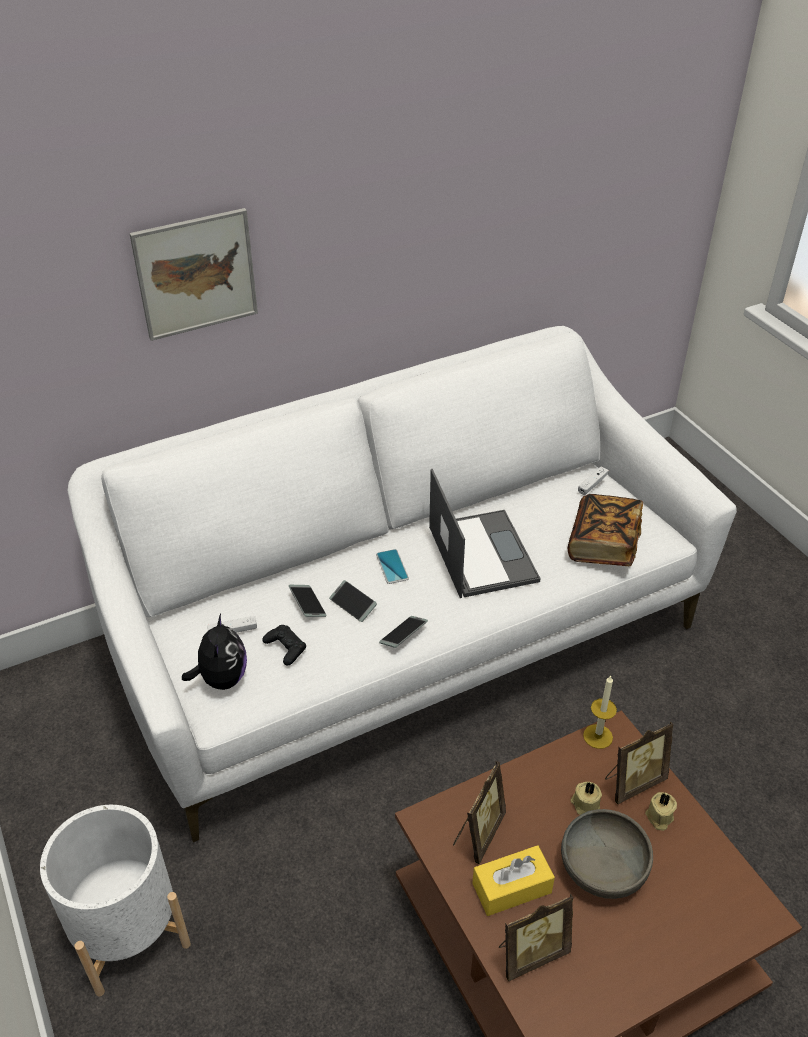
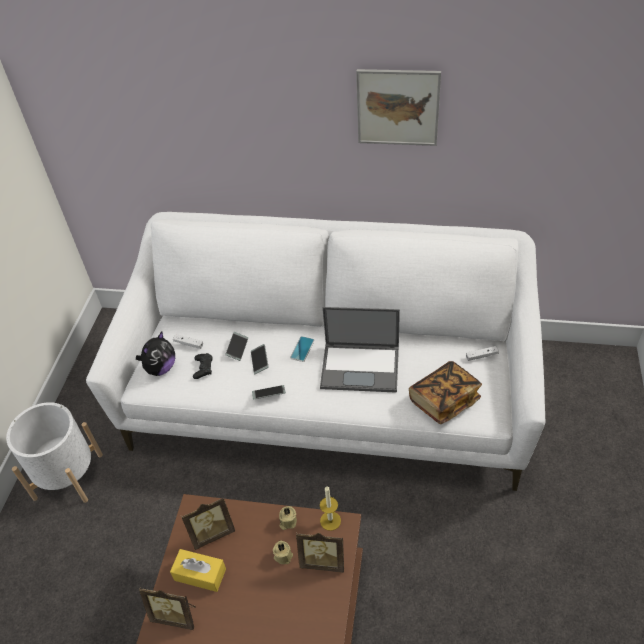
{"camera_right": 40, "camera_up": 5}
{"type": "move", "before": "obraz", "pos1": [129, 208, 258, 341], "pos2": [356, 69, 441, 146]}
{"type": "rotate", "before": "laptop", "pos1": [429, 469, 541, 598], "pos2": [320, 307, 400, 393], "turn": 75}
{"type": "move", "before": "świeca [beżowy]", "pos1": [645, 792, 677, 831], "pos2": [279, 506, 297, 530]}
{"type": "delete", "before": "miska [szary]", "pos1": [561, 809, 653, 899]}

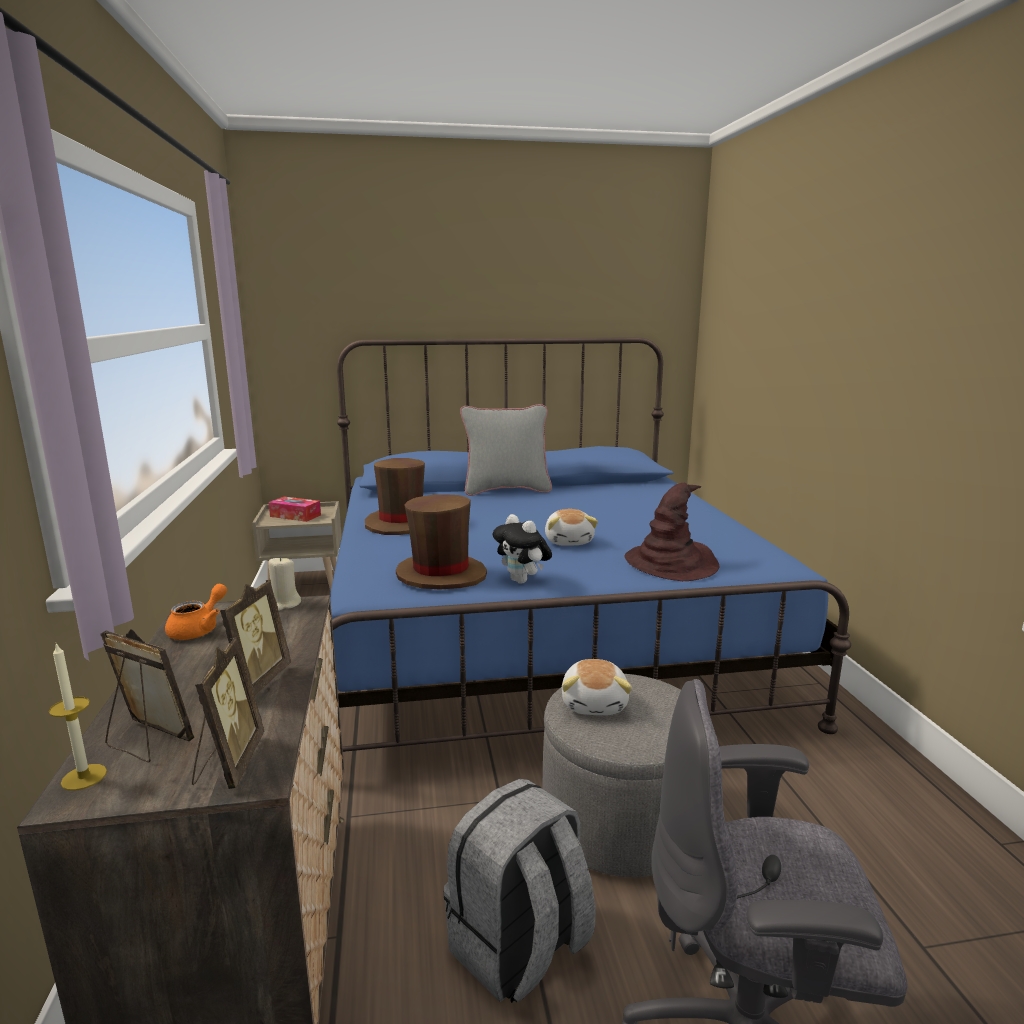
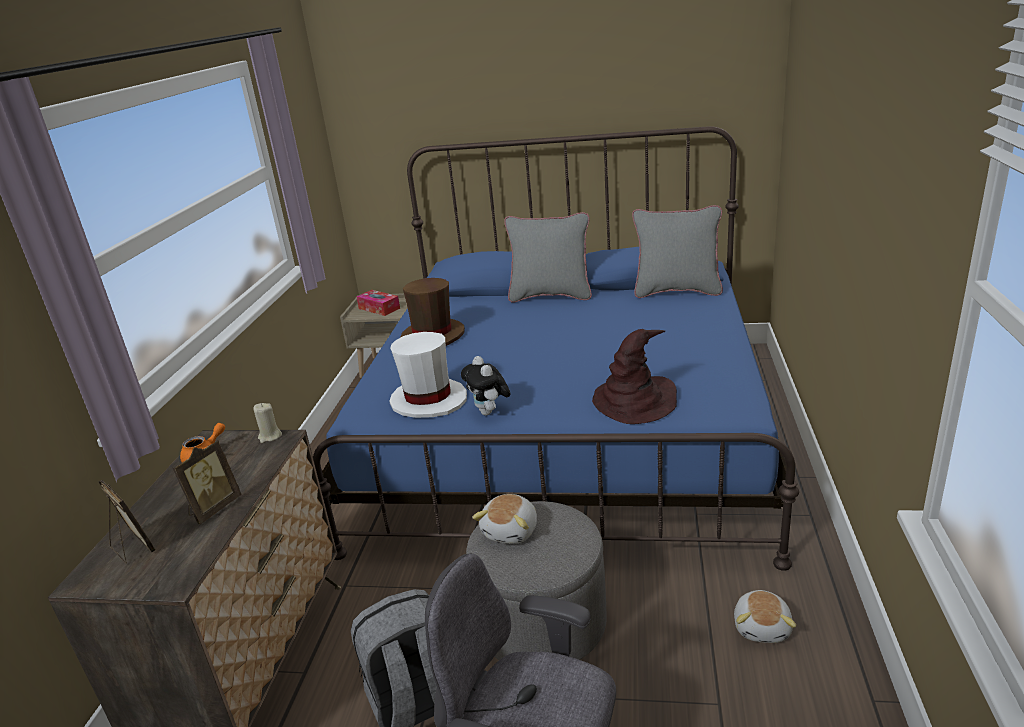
{"camera_right": 20, "camera_up": 10}
{"type": "recolor", "before": "kapelusz [brązowy]", "after": "kapelusz [biały]", "pos1": [396, 494, 487, 590], "pos2": [389, 332, 467, 418]}
{"type": "move", "before": "pluszak", "pos1": [545, 509, 598, 546], "pos2": [734, 590, 796, 643]}
{"type": "delete", "before": "ramka na zdjęcie", "pos1": [192, 637, 264, 789]}
{"type": "delete", "before": "świeca", "pos1": [49, 643, 107, 791]}
{"type": "insert", "after": "poduszka [szary]", "pos2": [632, 205, 723, 298]}

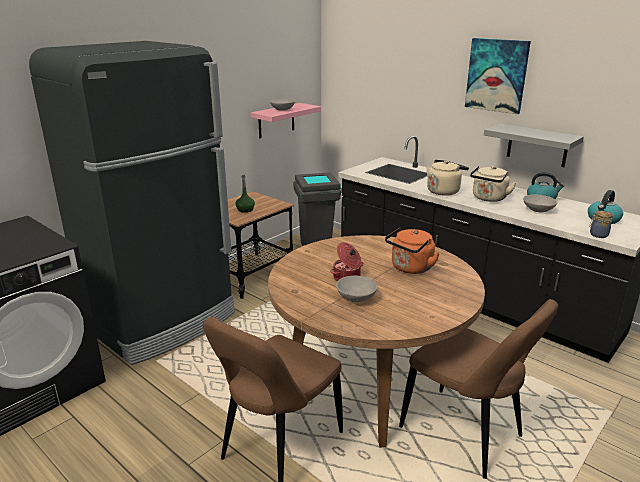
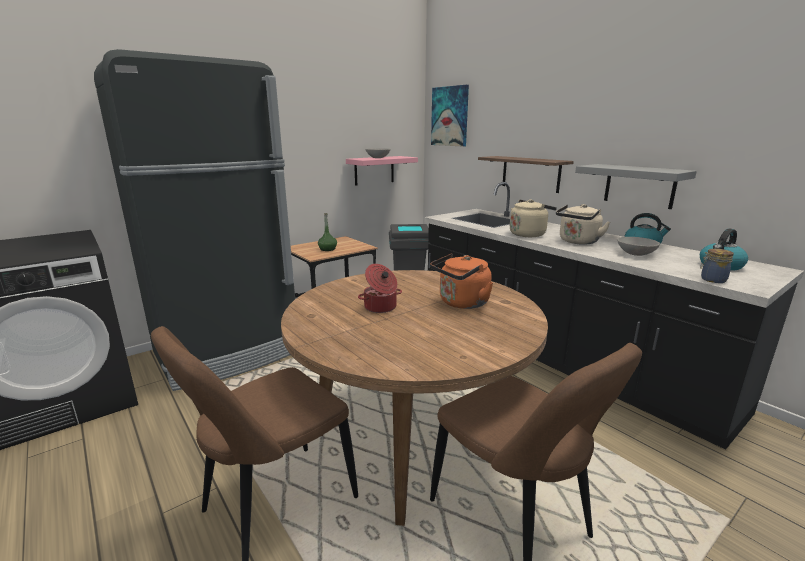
{"camera_right": 10, "camera_up": -5}
{"type": "move", "before": "obraz", "pos1": [465, 38, 531, 114], "pos2": [431, 85, 469, 146]}
{"type": "delete", "before": "miska [szary]", "pos1": [336, 276, 378, 302]}
{"type": "insert", "after": "półka", "pos2": [478, 156, 574, 193]}

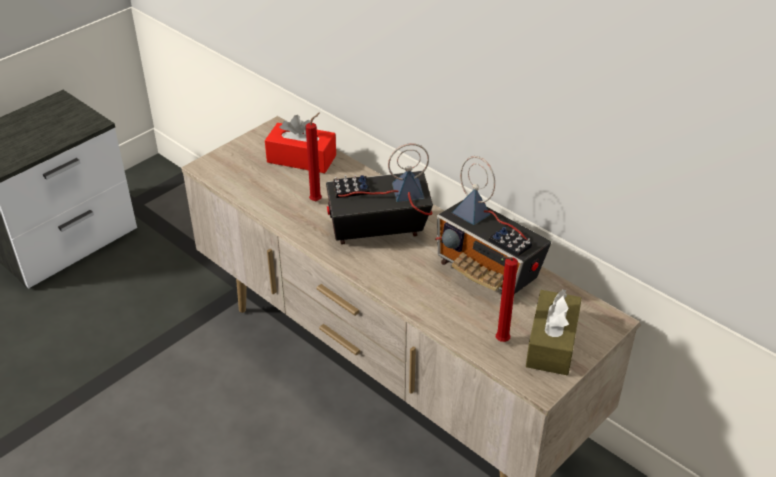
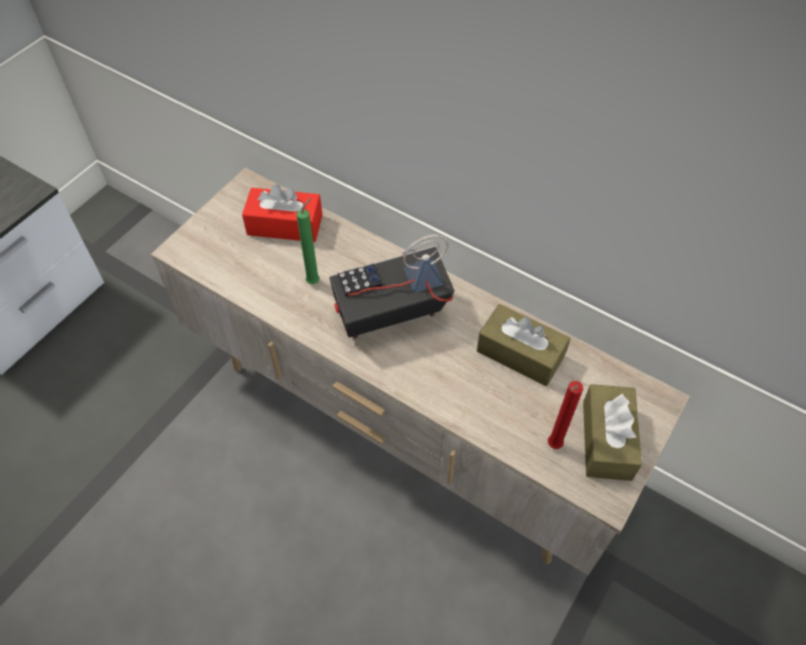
{"camera_right": -10, "camera_up": 15}
{"type": "recolor", "before": "świeca [czerwony]", "after": "świeca [zielony]", "pos1": [306, 113, 322, 201], "pos2": [297, 198, 320, 284]}
{"type": "replace", "before": "radio", "after": "pudełko chusteczek [brązowy]", "pos1": [435, 156, 551, 294], "pos2": [477, 304, 570, 386]}

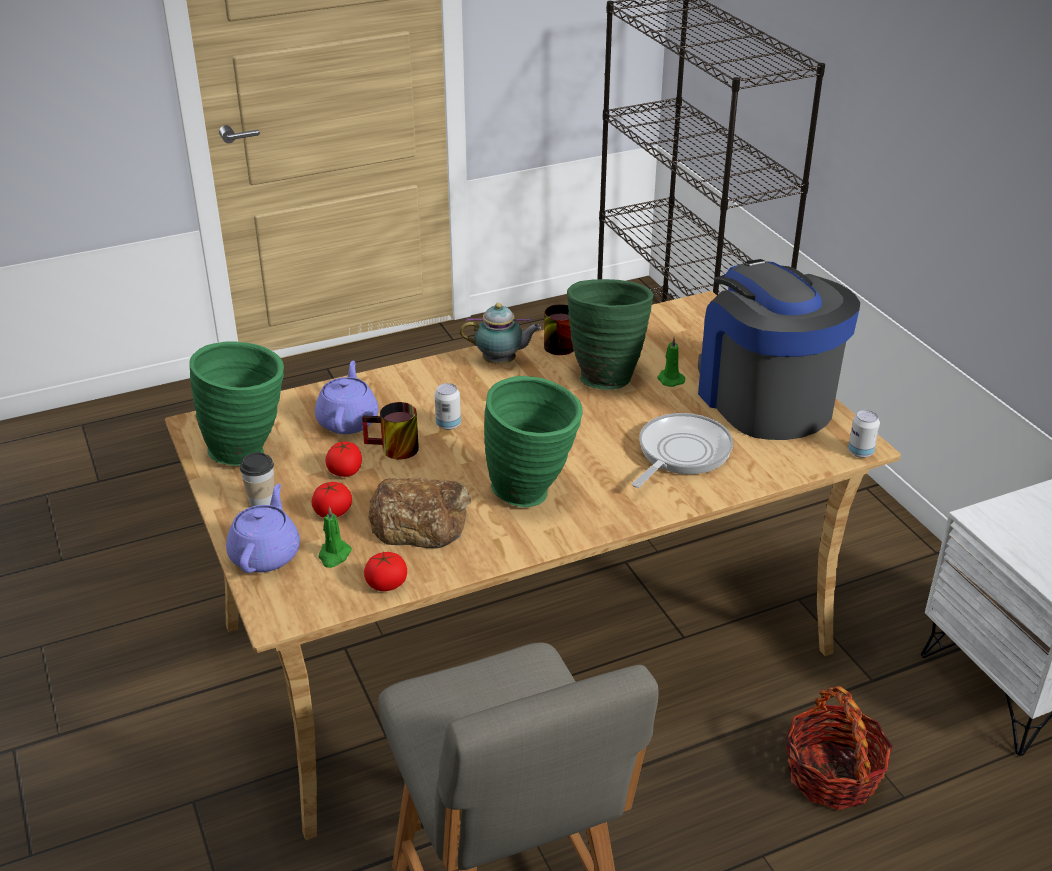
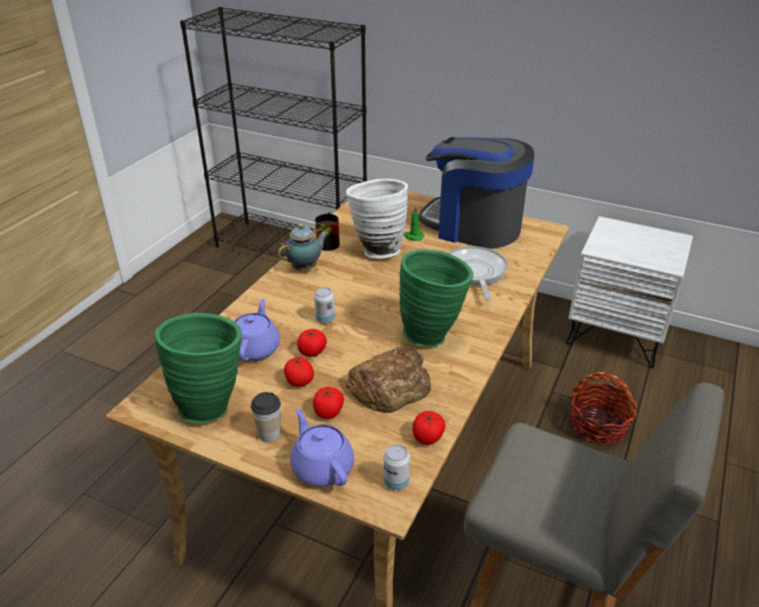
{"camera_right": -40, "camera_up": 0}
{"type": "recolor", "before": "wazon [zielony]", "after": "wazon [biały]", "pos1": [567, 279, 653, 390], "pos2": [346, 179, 408, 259]}
{"type": "rotate", "before": "imbryk [fioletowy]", "pos1": [315, 361, 379, 434], "pos2": [234, 298, 280, 361], "turn": 45}
{"type": "replace", "before": "kubek", "after": "pomidor", "pos1": [362, 402, 419, 460], "pos2": [297, 329, 327, 357]}
{"type": "move", "before": "puszka", "pos1": [848, 410, 880, 458], "pos2": [384, 444, 410, 490]}
{"type": "delete", "before": "świeca [zielony]", "pos1": [318, 507, 352, 568]}

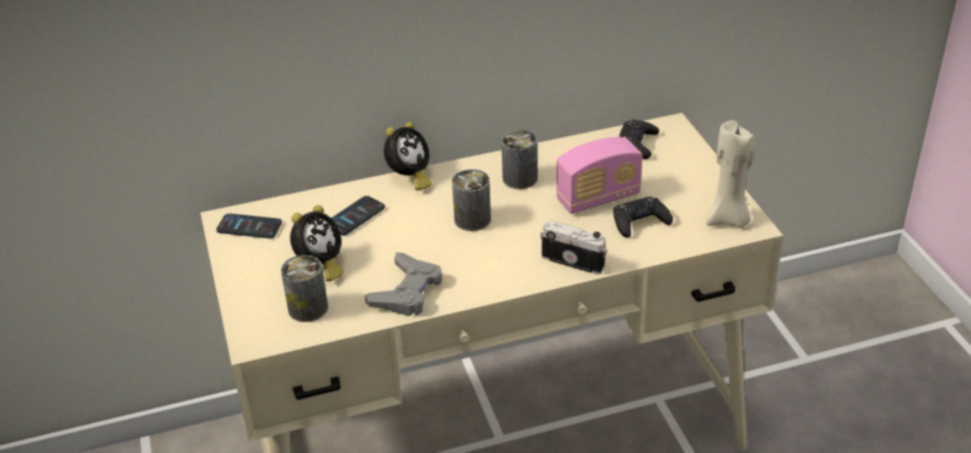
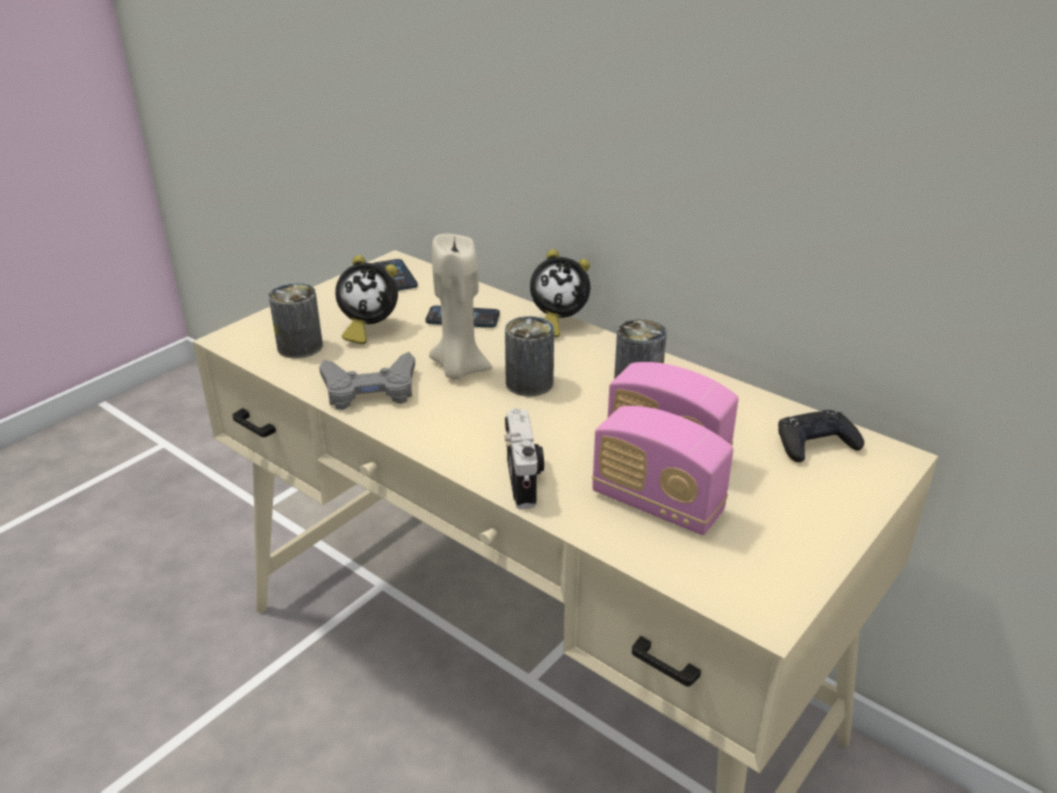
{"camera_right": 55, "camera_up": -5}
{"type": "move", "before": "świeca [beżowy]", "pos1": [706, 120, 755, 227], "pos2": [429, 234, 492, 380]}
{"type": "replace", "before": "pad do gier [czarny]", "after": "radio", "pos1": [613, 197, 673, 237], "pos2": [592, 406, 734, 535]}

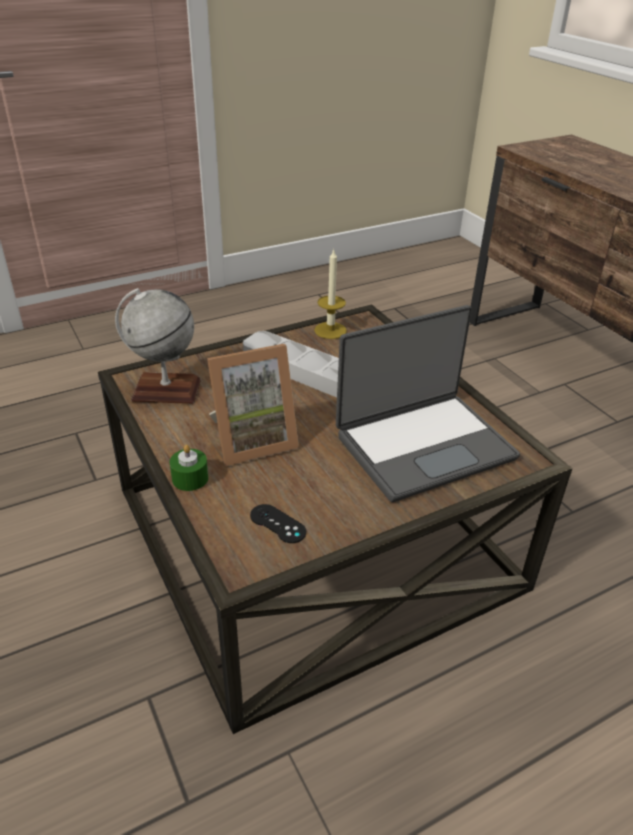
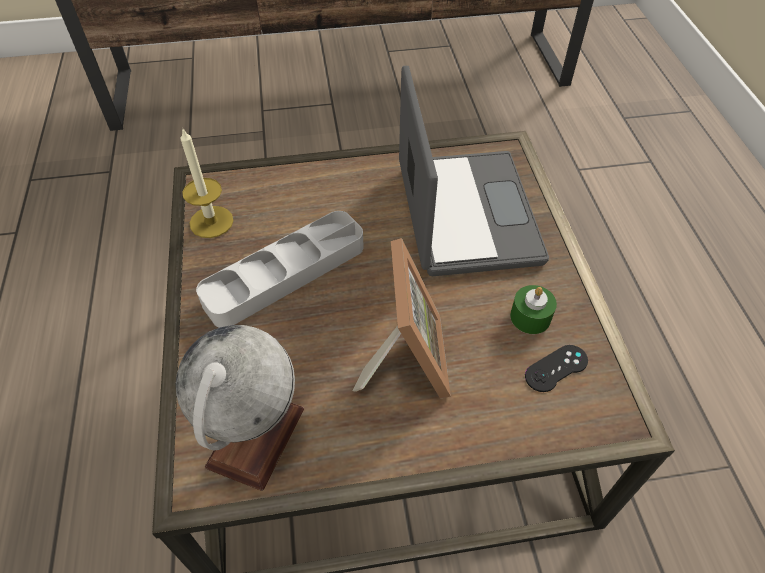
{"camera_right": -70, "camera_up": 15}
{"type": "move", "before": "świeca [zielony]", "pos1": [170, 445, 208, 491], "pos2": [510, 285, 557, 334]}

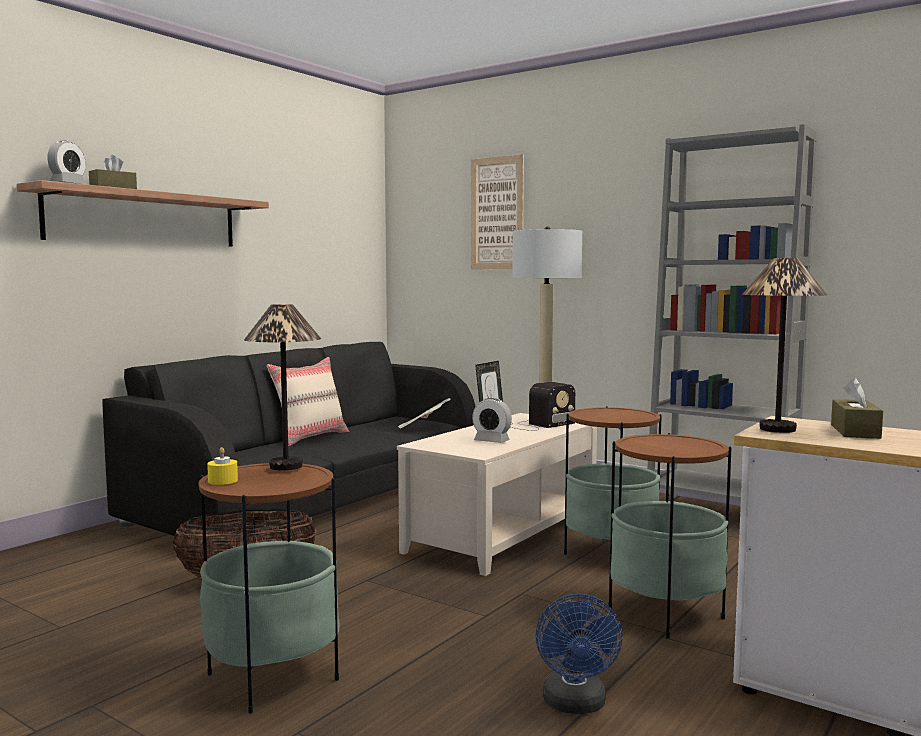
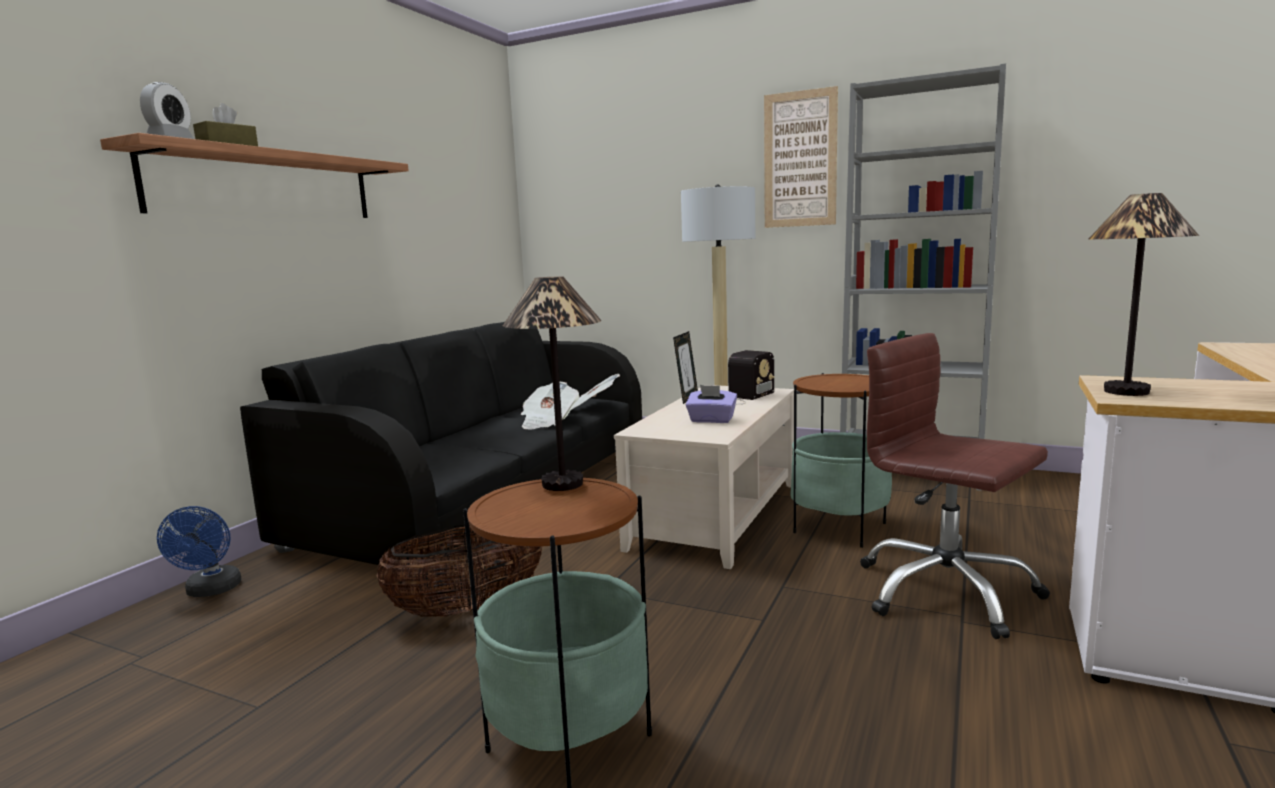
{"camera_right": -10, "camera_up": 5}
{"type": "move", "before": "obraz", "pos1": [471, 154, 524, 269], "pos2": [764, 86, 838, 228]}
{"type": "delete", "before": "poduszka [beżowy]", "pos1": [267, 357, 349, 446]}
{"type": "delete", "before": "pudełko chusteczek [brązowy]", "pos1": [831, 378, 883, 439]}
{"type": "replace", "before": "budzik", "after": "pudełko chusteczek [fioletowy]", "pos1": [472, 398, 512, 443], "pos2": [686, 385, 737, 423]}
{"type": "replace", "before": "stolik", "after": "krzesło biurowe [brązowy]", "pos1": [609, 433, 732, 639], "pos2": [860, 333, 1050, 639]}
{"type": "delete", "before": "świeca [żółty]", "pos1": [207, 447, 238, 485]}
{"type": "move", "before": "wentylator [niebieski]", "pos1": [536, 594, 623, 714], "pos2": [157, 506, 242, 597]}
{"type": "insert", "after": "gazeta", "pos2": [521, 382, 579, 429]}

